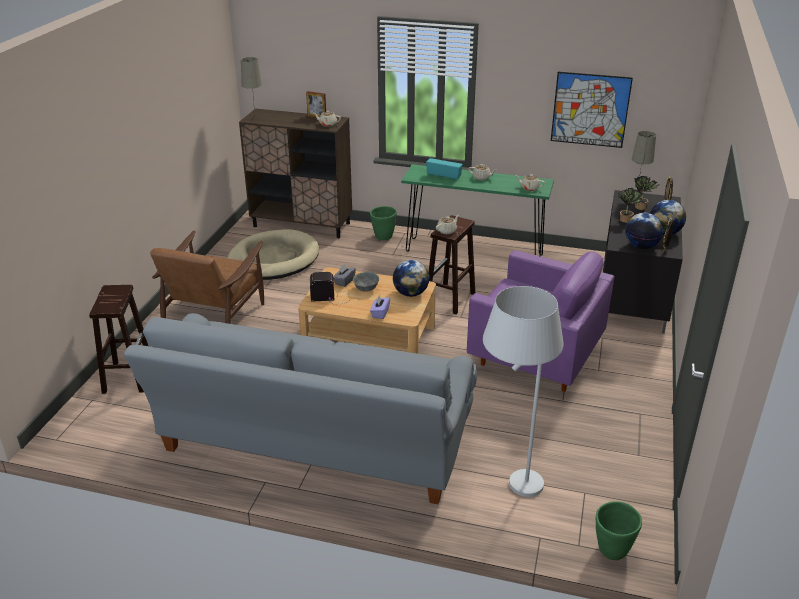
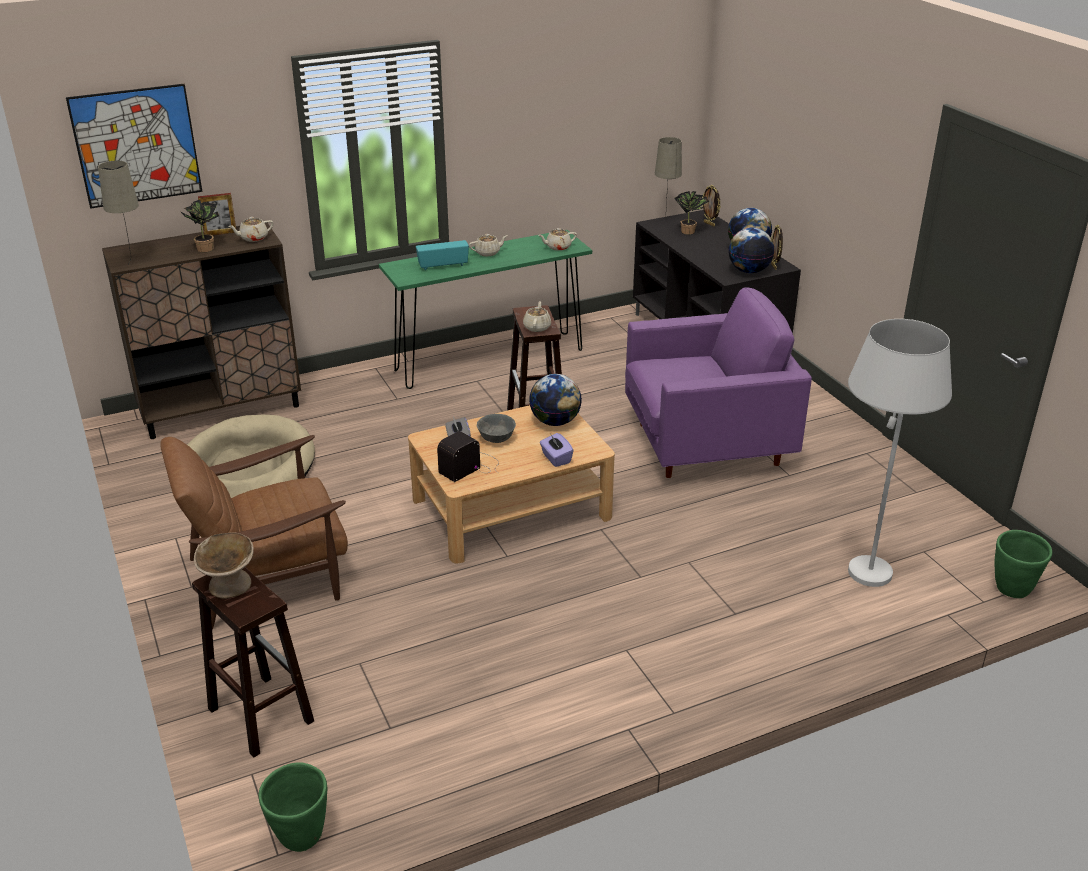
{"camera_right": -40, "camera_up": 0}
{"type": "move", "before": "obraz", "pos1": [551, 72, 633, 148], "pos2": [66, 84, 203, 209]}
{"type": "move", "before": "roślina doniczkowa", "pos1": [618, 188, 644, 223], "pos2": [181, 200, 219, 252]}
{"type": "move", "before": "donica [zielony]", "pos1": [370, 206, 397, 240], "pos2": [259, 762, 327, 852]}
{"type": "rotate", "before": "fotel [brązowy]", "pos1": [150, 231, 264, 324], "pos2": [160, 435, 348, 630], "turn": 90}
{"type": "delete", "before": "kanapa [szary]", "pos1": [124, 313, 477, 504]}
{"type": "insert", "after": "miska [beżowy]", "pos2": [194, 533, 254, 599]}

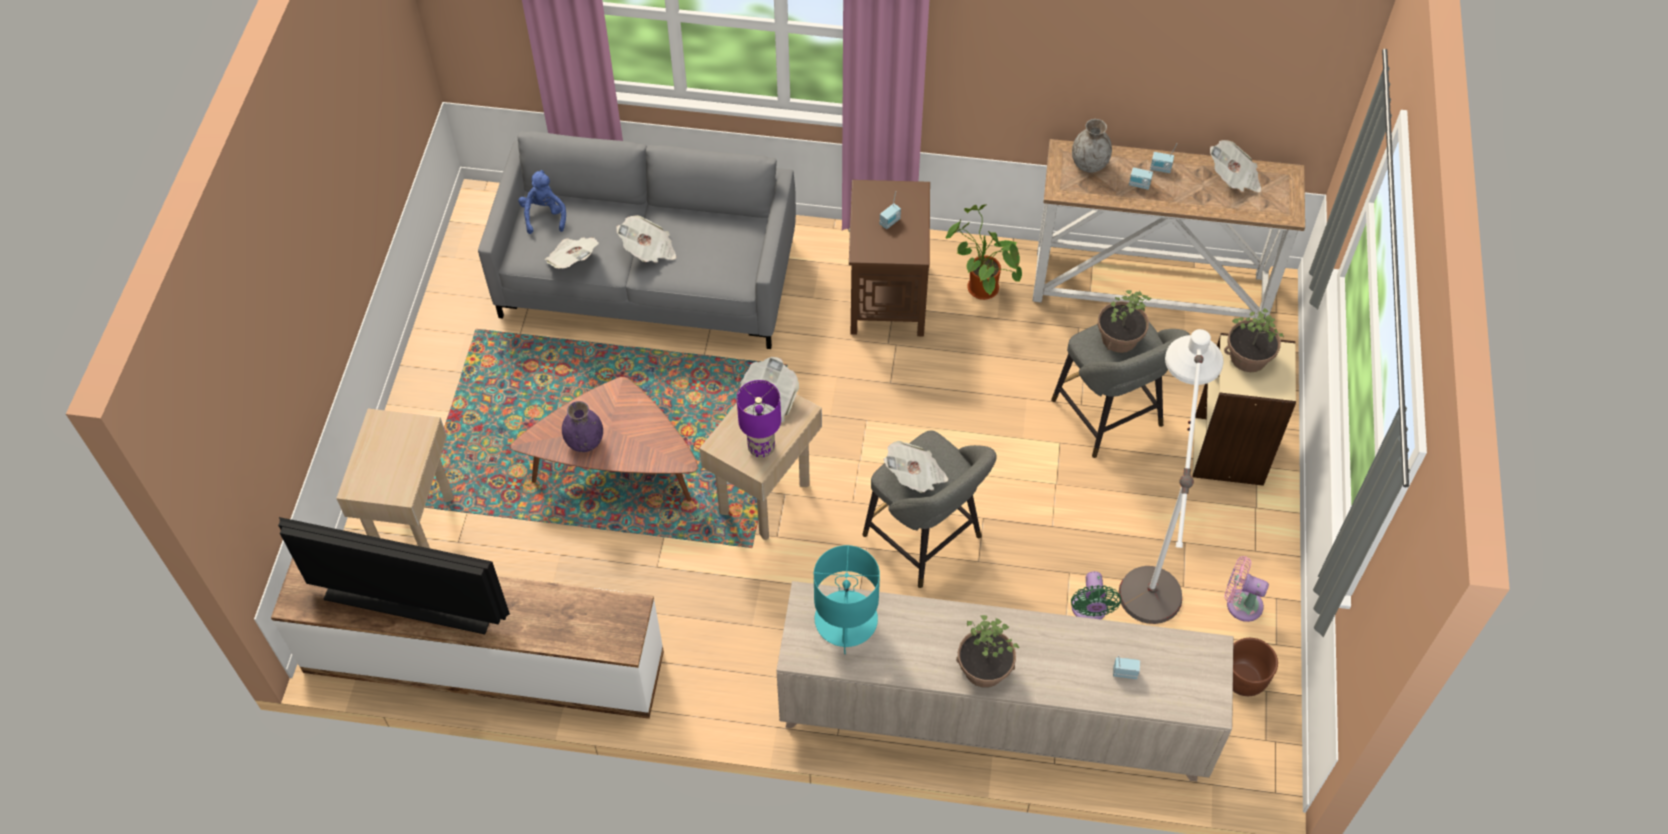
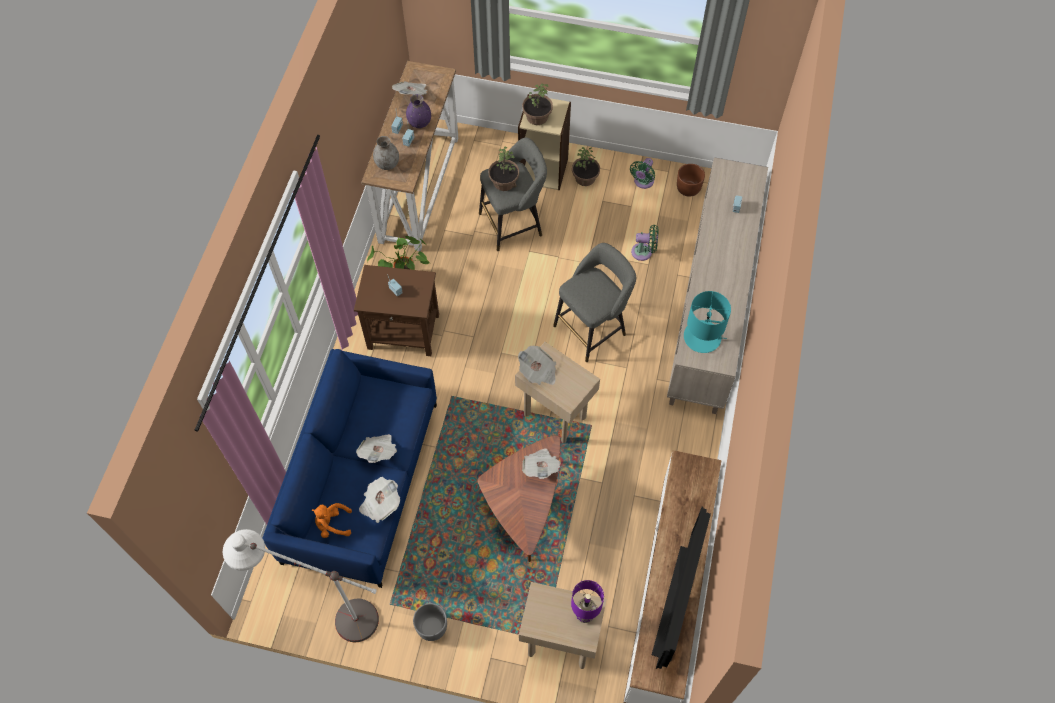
{"camera_right": -85, "camera_up": 5}
{"type": "recolor", "before": "kanapa [szary]", "after": "kanapa [niebieski]", "pos1": [478, 131, 796, 349], "pos2": [262, 349, 437, 588]}
{"type": "recolor", "before": "pluszak [niebieski]", "after": "pluszak [pomarańczowy]", "pos1": [518, 170, 566, 234], "pos2": [312, 503, 352, 538]}
{"type": "move", "before": "lampa stojąca [biały]", "pos1": [1119, 329, 1224, 624], "pos2": [223, 529, 379, 642]}
{"type": "move", "before": "lampa stołowa [fioletowy]", "pos1": [737, 380, 781, 458], "pos2": [571, 580, 604, 623]}
{"type": "move", "before": "wazon [fioletowy]", "pos1": [562, 401, 603, 452], "pos2": [406, 94, 431, 128]}
{"type": "move", "before": "gazeta", "pos1": [884, 441, 948, 493], "pos2": [522, 448, 561, 479]}
{"type": "recolor", "before": "wentylator [różowy]", "after": "wentylator [zielony]", "pos1": [1224, 556, 1269, 622], "pos2": [630, 158, 655, 189]}
{"type": "move", "before": "roślina doniczkowa", "pos1": [956, 615, 1020, 687], "pos2": [572, 147, 600, 186]}
{"type": "insert", "after": "donica [szary]", "pos2": [413, 603, 447, 641]}

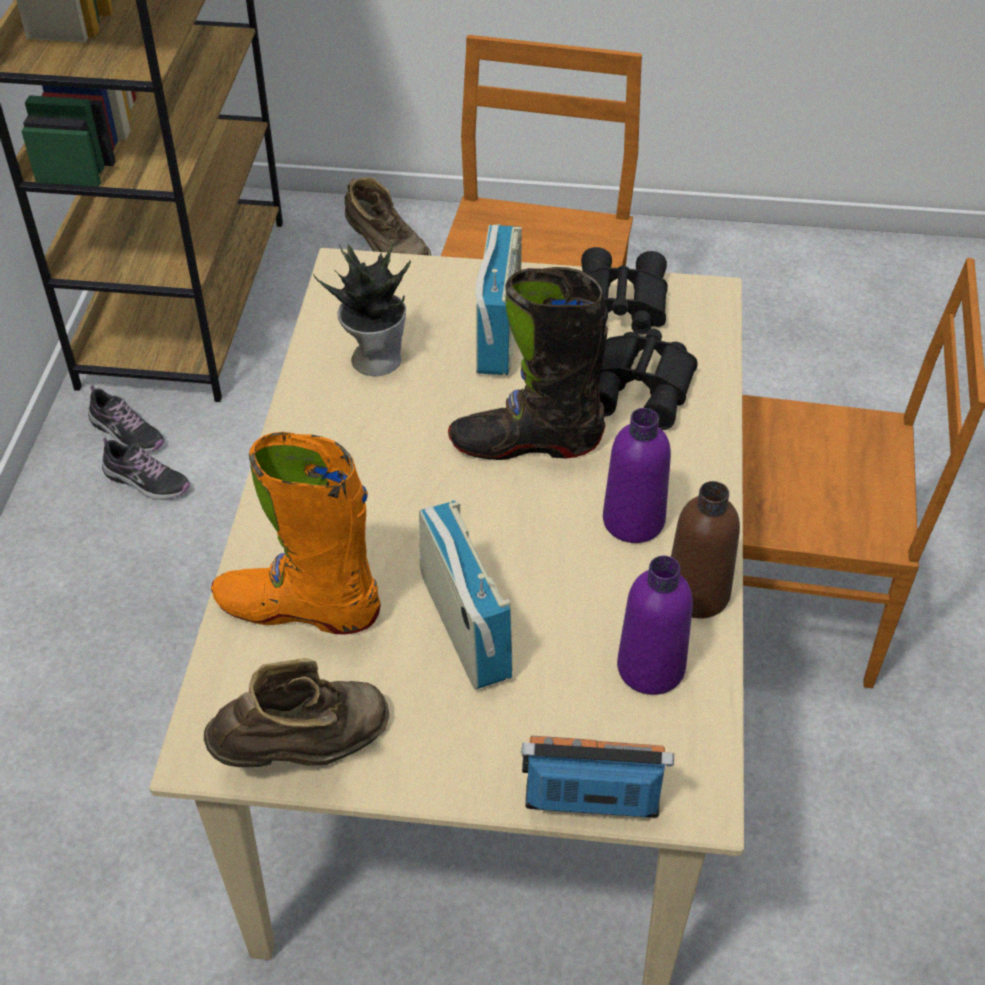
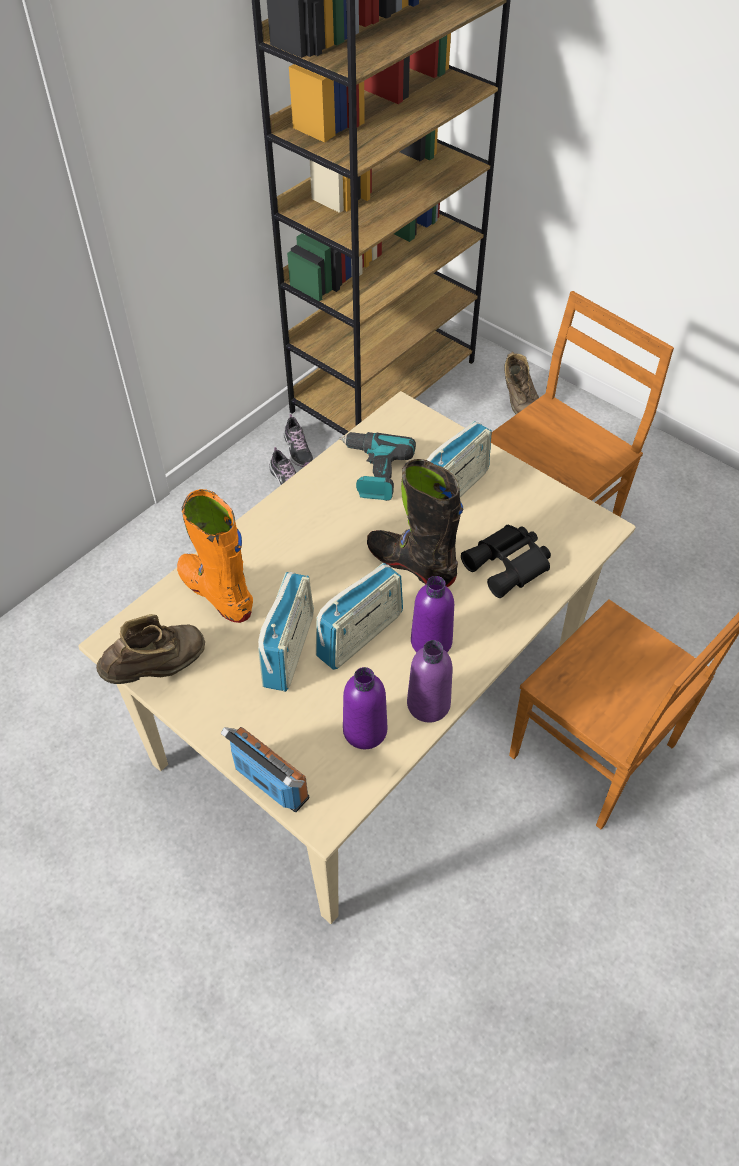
{"camera_right": 35, "camera_up": 5}
{"type": "replace", "before": "roślina doniczkowa", "after": "wiertarka", "pos1": [313, 241, 411, 376], "pos2": [339, 432, 416, 501]}
{"type": "delete", "before": "lornetka [czarny]", "pos1": [581, 247, 668, 334]}
{"type": "recolor", "before": "butelka [brązowy]", "after": "butelka [fioletowy]", "pos1": [671, 481, 740, 619], "pos2": [407, 640, 453, 722]}
{"type": "rotate", "before": "but z cholewką [brązowy]", "pos1": [204, 658, 390, 767], "pos2": [96, 614, 205, 684], "turn": -45}
{"type": "insert", "after": "radio", "pos2": [316, 563, 403, 670]}

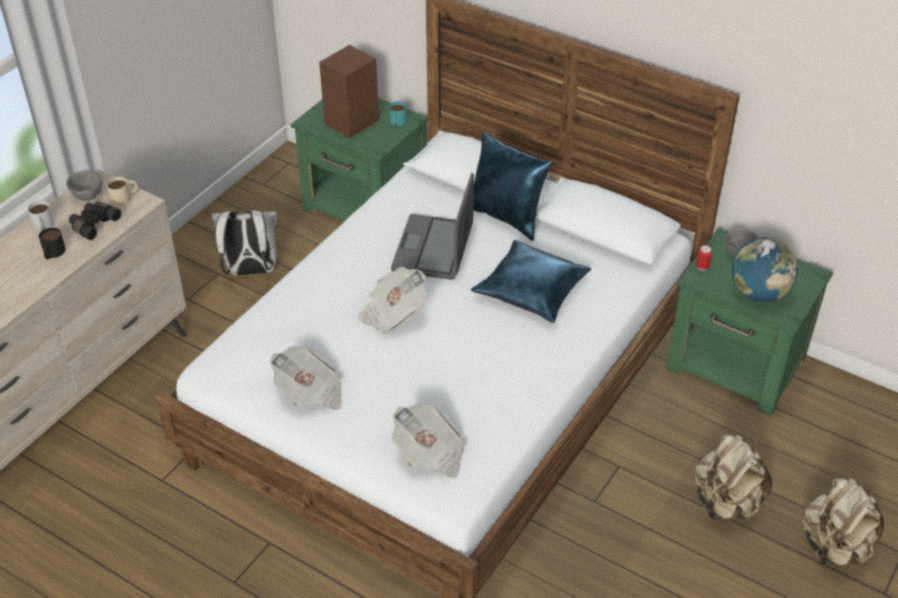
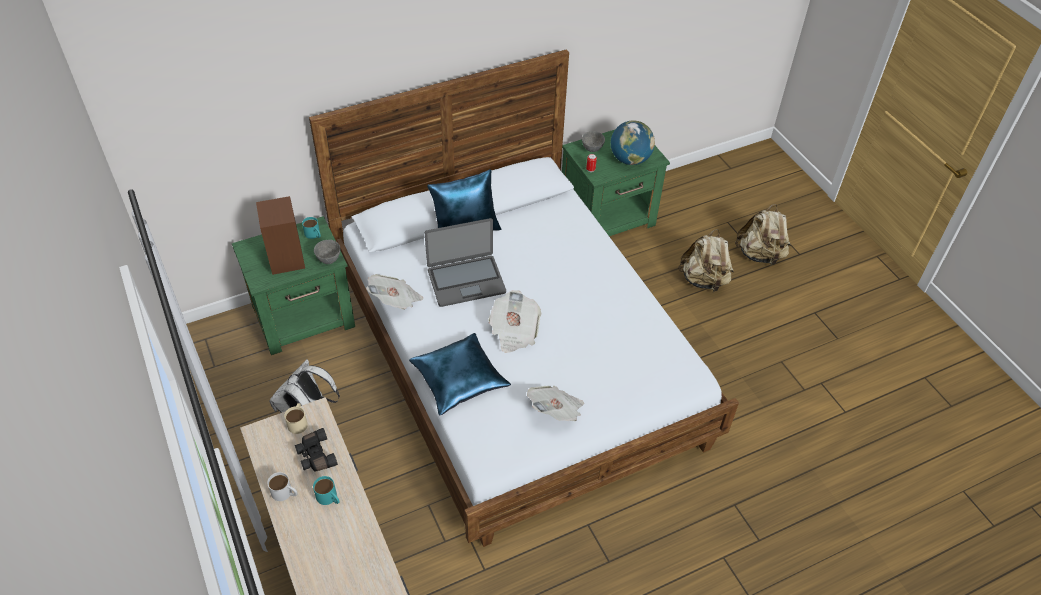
{"camera_right": -60, "camera_up": 5}
{"type": "move", "before": "miska [szary]", "pos1": [66, 170, 103, 201], "pos2": [314, 240, 340, 264]}
{"type": "rotate", "before": "laptop", "pos1": [391, 173, 474, 280], "pos2": [425, 218, 506, 307], "turn": -60}
{"type": "recolor", "before": "kubek [czarny]", "after": "kubek [turkusowy]", "pos1": [39, 227, 66, 259], "pos2": [313, 476, 340, 505]}
{"type": "move", "before": "poduszka [niebieski]", "pos1": [471, 240, 591, 323], "pos2": [409, 333, 511, 415]}
{"type": "move", "before": "gazeta", "pos1": [392, 402, 466, 478], "pos2": [366, 274, 423, 310]}

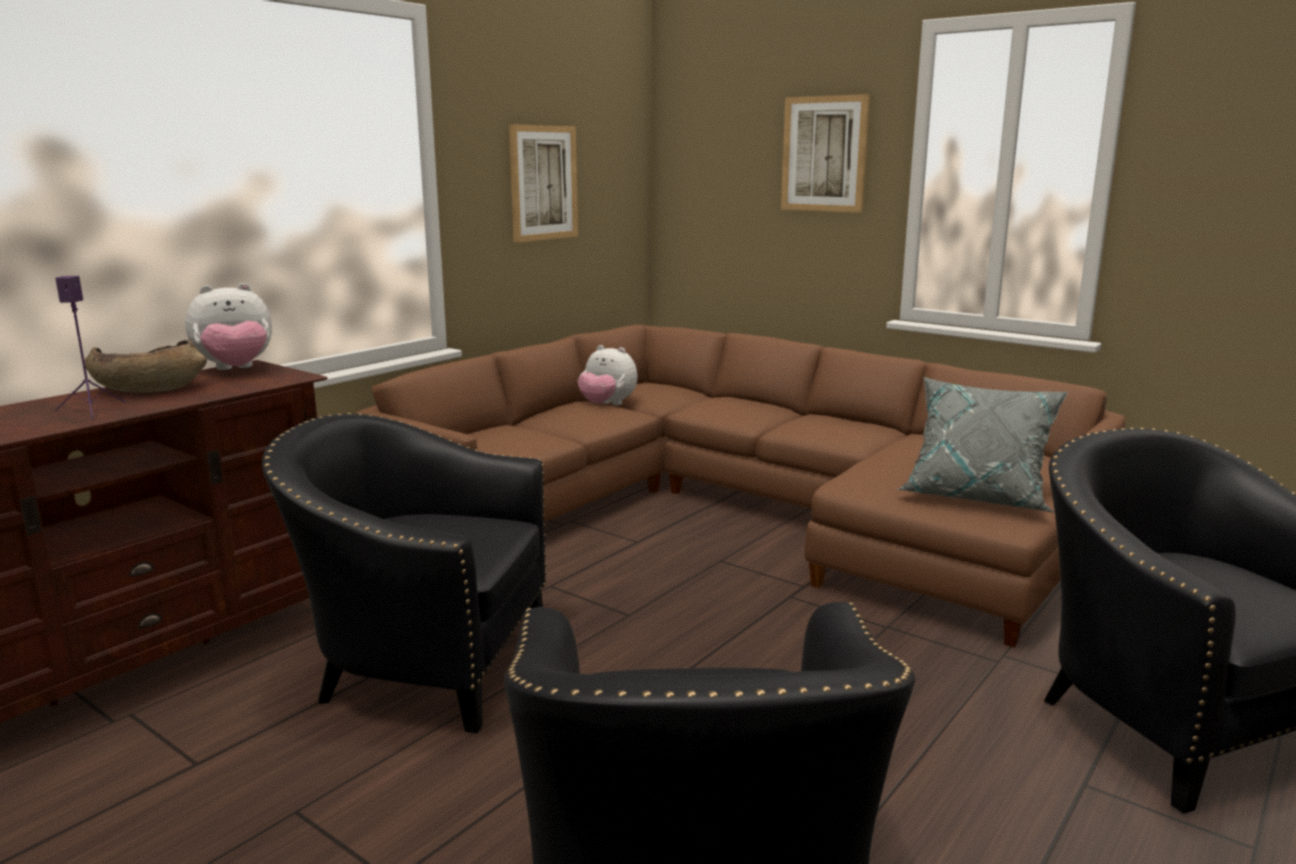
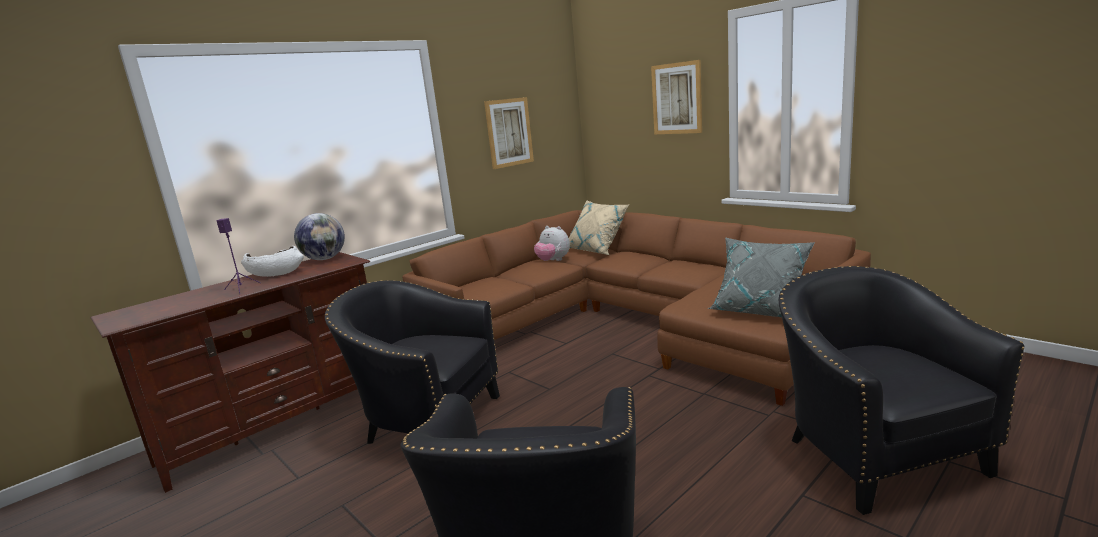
{"camera_right": 10, "camera_up": 0}
{"type": "replace", "before": "pluszak", "after": "globus", "pos1": [185, 283, 272, 370], "pos2": [294, 213, 345, 260]}
{"type": "recolor", "before": "miska [brązowy]", "after": "miska [biały]", "pos1": [84, 340, 207, 393], "pos2": [241, 246, 304, 277]}
{"type": "insert", "after": "poduszka [beżowy]", "pos2": [569, 200, 629, 255]}

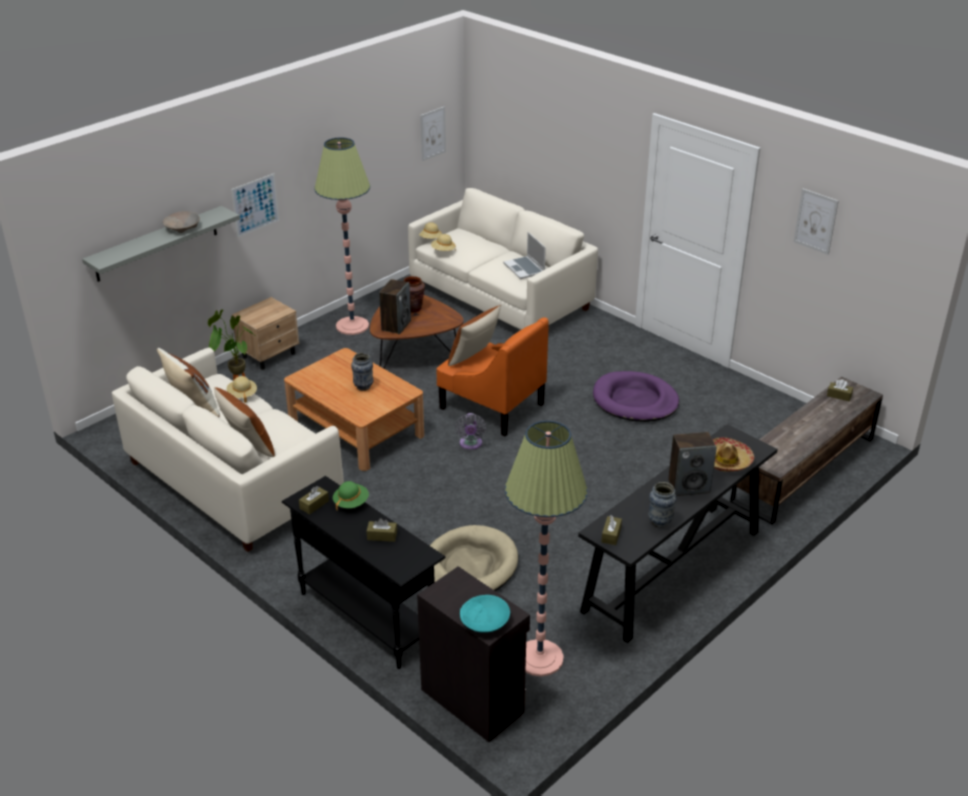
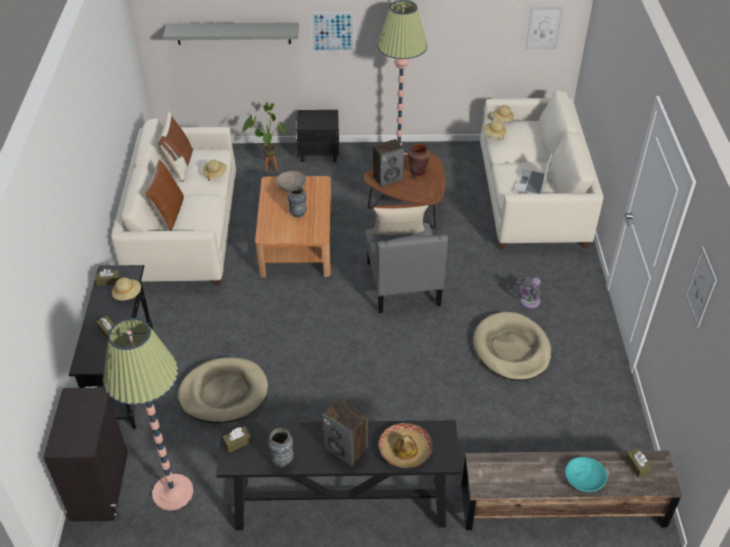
{"camera_right": 45, "camera_up": 10}
{"type": "move", "before": "miska [beżowy]", "pos1": [163, 211, 200, 233], "pos2": [276, 171, 306, 191]}
{"type": "recolor", "before": "szafka nocna [beżowy]", "after": "szafka nocna [czarny]", "pos1": [232, 297, 299, 370], "pos2": [296, 110, 339, 162]}
{"type": "recolor", "before": "fotel [pomarańczowy]", "after": "fotel [szary]", "pos1": [437, 317, 549, 436], "pos2": [365, 223, 448, 313]}
{"type": "recolor", "before": "legowisko [fioletowy]", "after": "legowisko [beżowy]", "pos1": [593, 371, 679, 422], "pos2": [473, 312, 551, 381]}
{"type": "move", "before": "wentylator [szary]", "pos1": [455, 413, 486, 450], "pos2": [516, 277, 541, 308]}
{"type": "recolor", "before": "kapelusz [zielony]", "after": "kapelusz [beżowy]", "pos1": [333, 481, 369, 510], "pos2": [112, 278, 141, 300]}
{"type": "move", "before": "miska [turkusowy]", "pos1": [460, 595, 510, 633], "pos2": [565, 457, 607, 492]}

